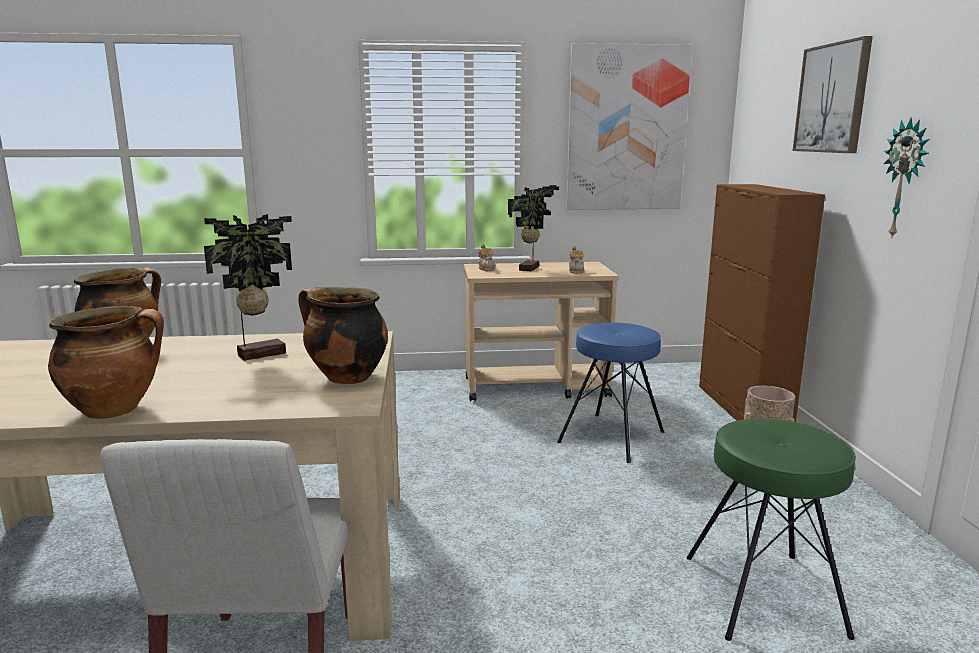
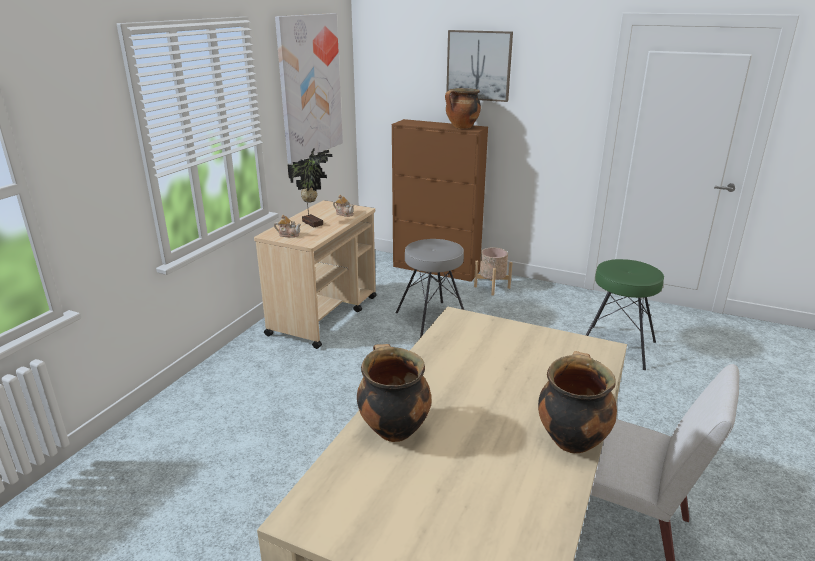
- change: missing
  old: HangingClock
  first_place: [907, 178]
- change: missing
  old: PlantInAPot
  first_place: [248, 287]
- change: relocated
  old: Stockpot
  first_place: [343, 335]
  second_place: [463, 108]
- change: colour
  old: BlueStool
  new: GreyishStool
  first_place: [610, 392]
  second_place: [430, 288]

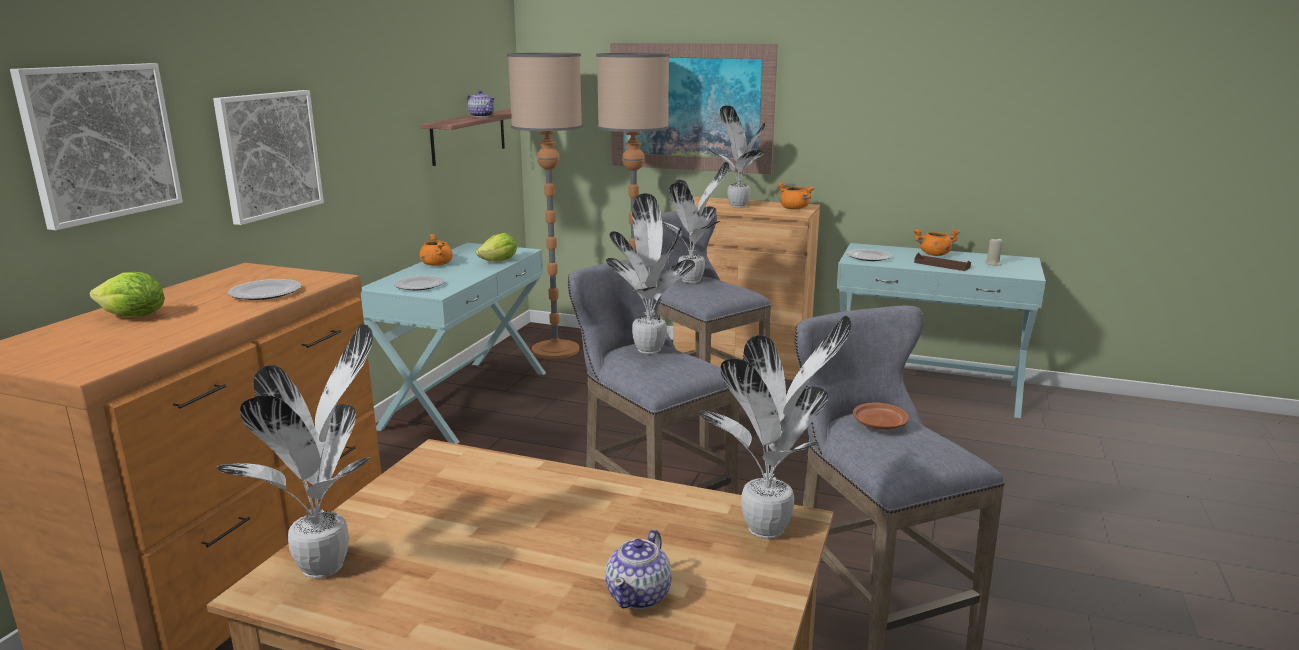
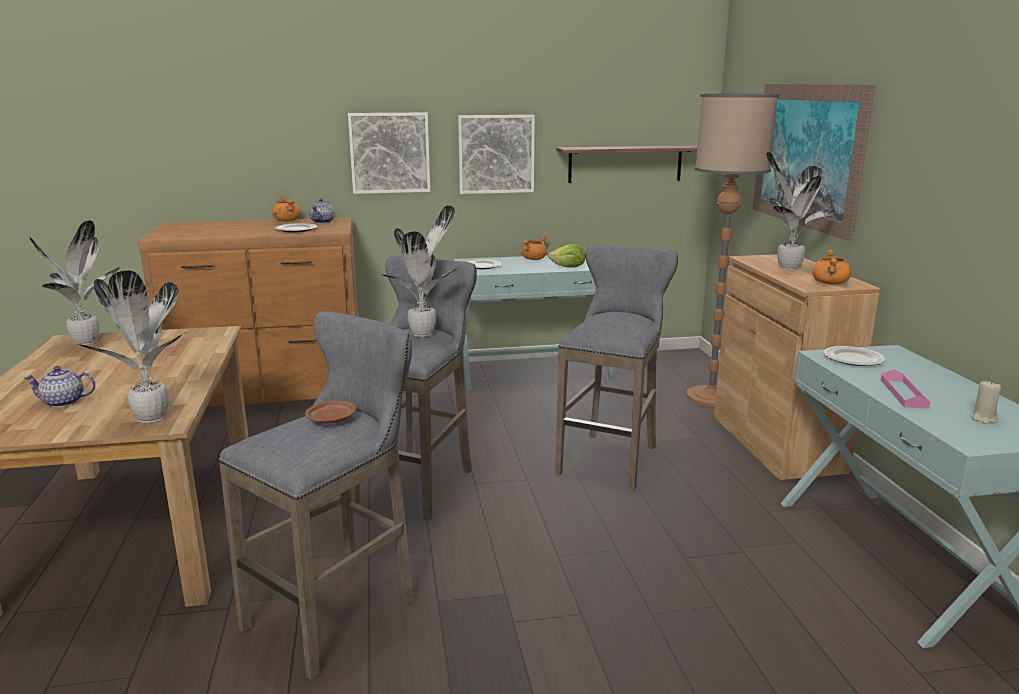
- change: missing
  old: FloorLamp
  first_place: [545, 206]
- change: relocated
  old: WallArt
  first_place: [96, 146]
  second_place: [496, 154]
- change: relocated
  old: Teapot
  first_place: [480, 103]
  second_place: [321, 211]
- change: missing
  old: PlantInAPot
  first_place: [695, 222]
- change: relocated
  old: OrangeStockpot
  first_place: [937, 242]
  second_place: [286, 209]
- change: colour
  old: BrownCarryingTray
  new: PinkishCarryingTray
  first_place: [942, 262]
  second_place: [905, 389]
- change: missing
  old: HeadOfLettuce
  first_place: [127, 294]

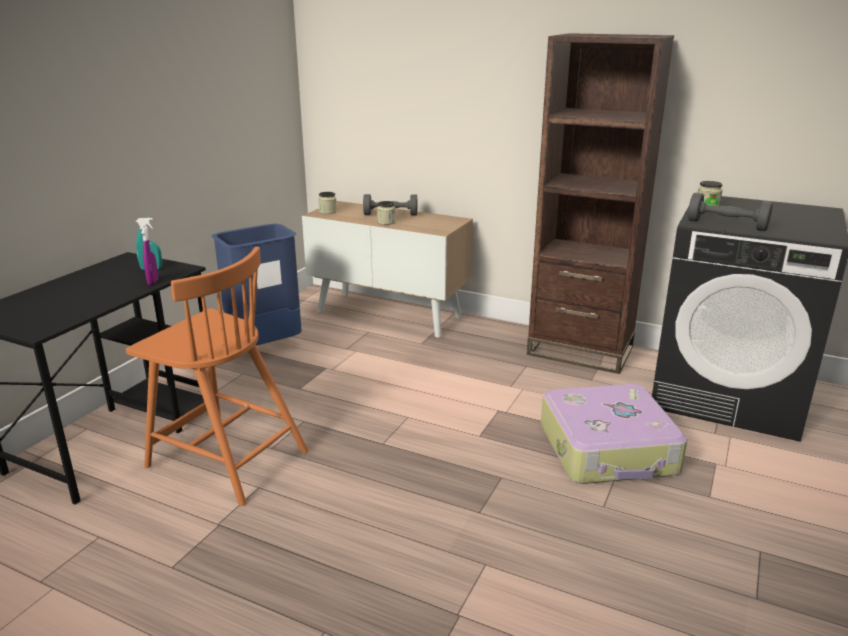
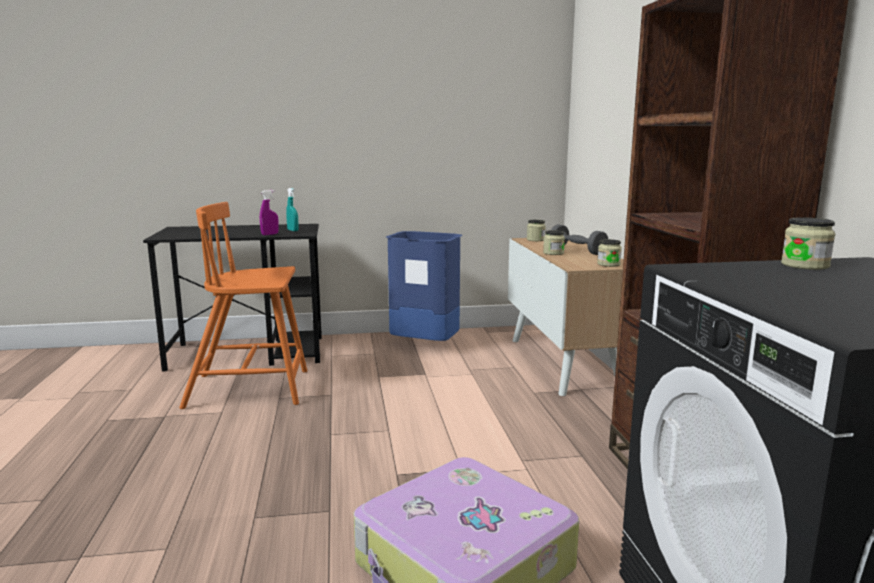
- change: missing
  old: GreyishDumbbell
  first_place: [730, 212]
- change: spun
  old: OrangePlainChair
  first_place: [217, 376]
  second_place: [243, 305]
  degrees: 90
- change: appeared
  new: StorageJar
  second_place: [609, 253]

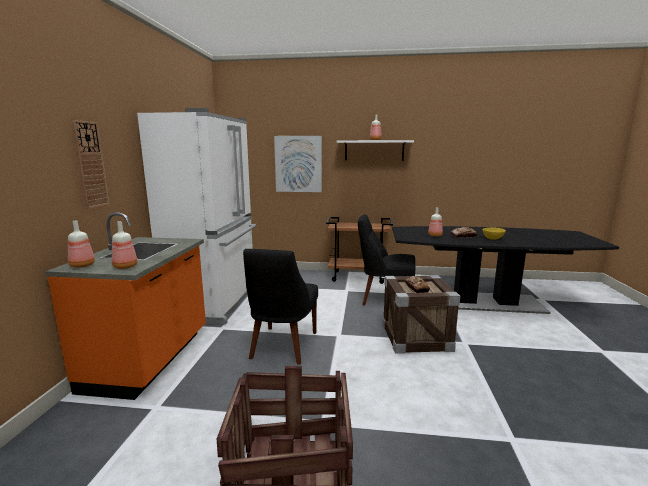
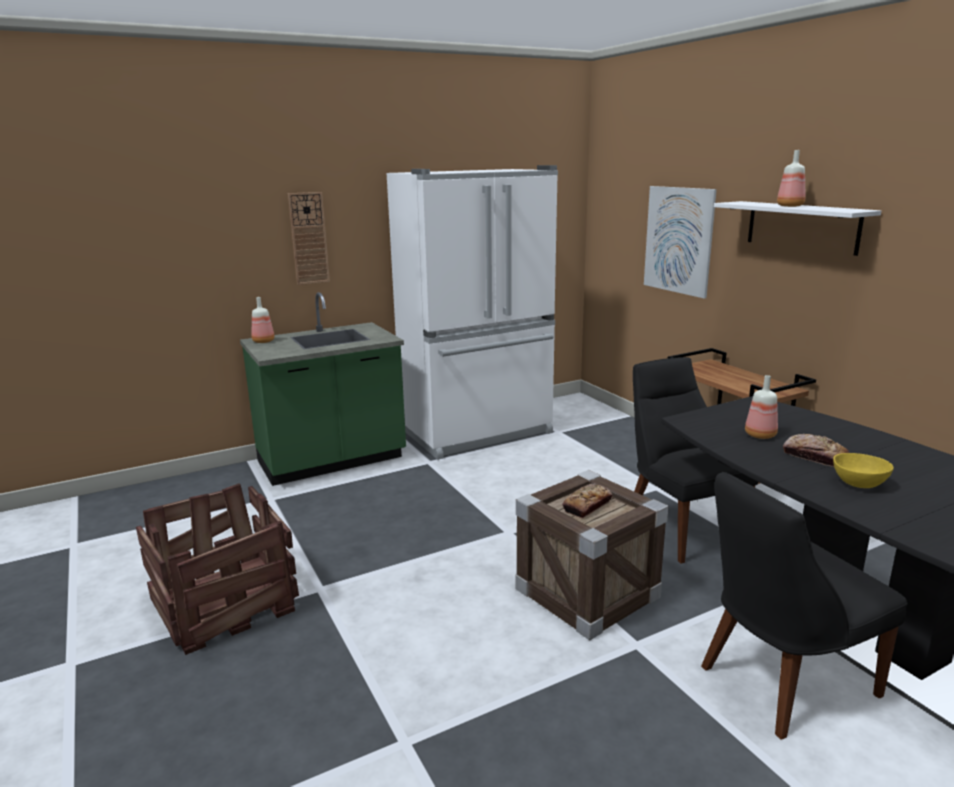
- change: colour
  old: OrangeCounter
  new: GreenishCounter
  first_place: [125, 306]
  second_place: [323, 389]
- change: missing
  old: BeverageBottle
  first_place: [125, 245]
- change: relocated
  old: BlackColouredPlainChair
  first_place: [280, 307]
  second_place: [804, 606]

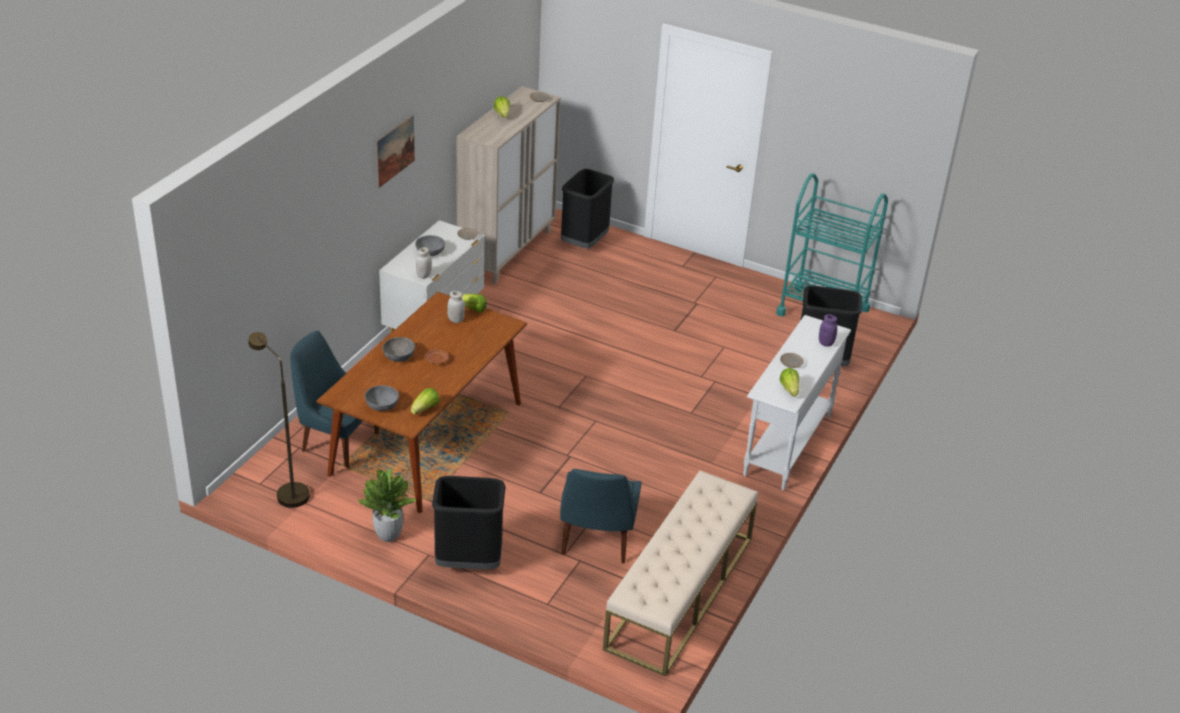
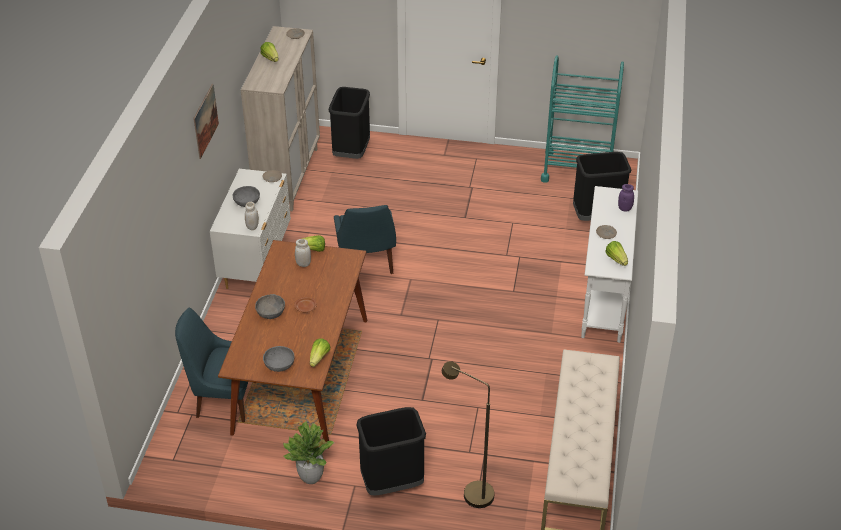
- change: relocated
  old: BrownFloorLamp
  first_place: [279, 420]
  second_place: [468, 434]
- change: relocated
  old: BluePlainChair
  first_place: [601, 516]
  second_place: [365, 239]

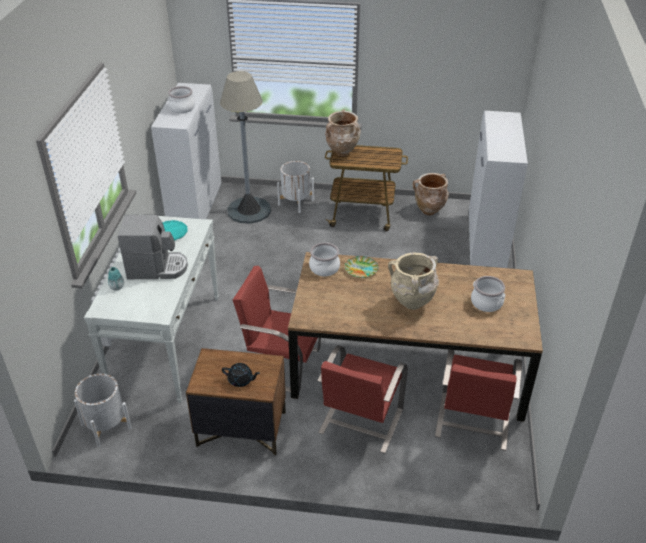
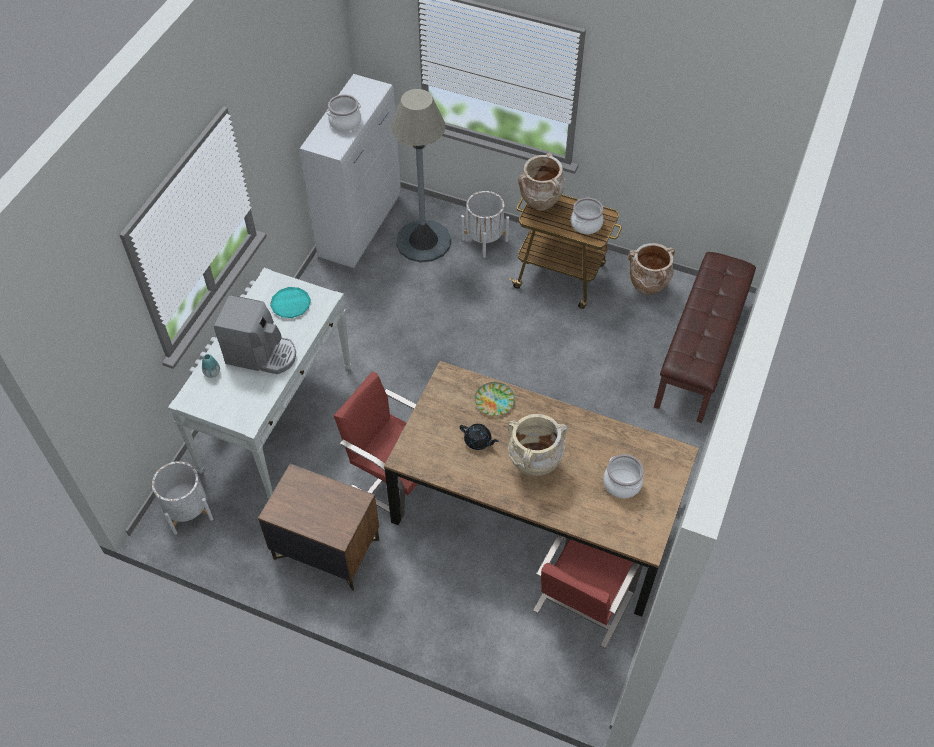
- change: exchanged
  old: WhitishStorageCabinet
  new: BrownLongSeat
  first_place: [498, 189]
  second_place: [705, 337]
- change: relocated
  old: Stockpot
  first_place: [324, 259]
  second_place: [587, 216]
- change: missing
  old: RedPlainChair
  first_place: [362, 399]
- change: relocated
  old: BlackColouredTeapot
  first_place: [241, 375]
  second_place: [479, 437]

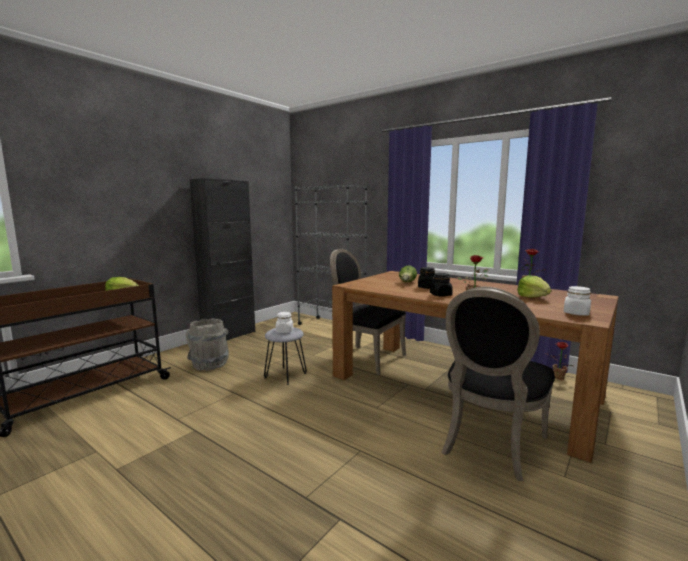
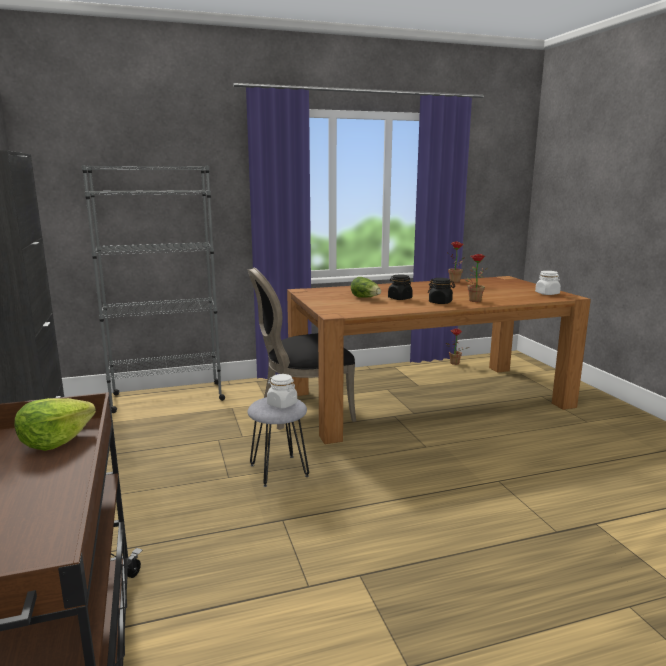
- change: missing
  old: HeadOfLettuce
  first_place: [534, 286]
- change: missing
  old: BlackColouredPlainChair
  first_place: [498, 384]
- change: missing
  old: GreyishBucket
  first_place: [207, 344]

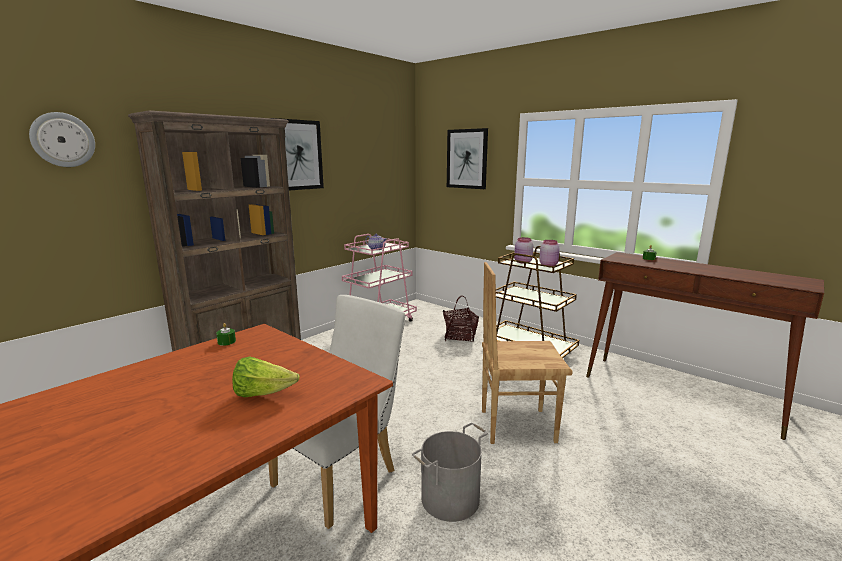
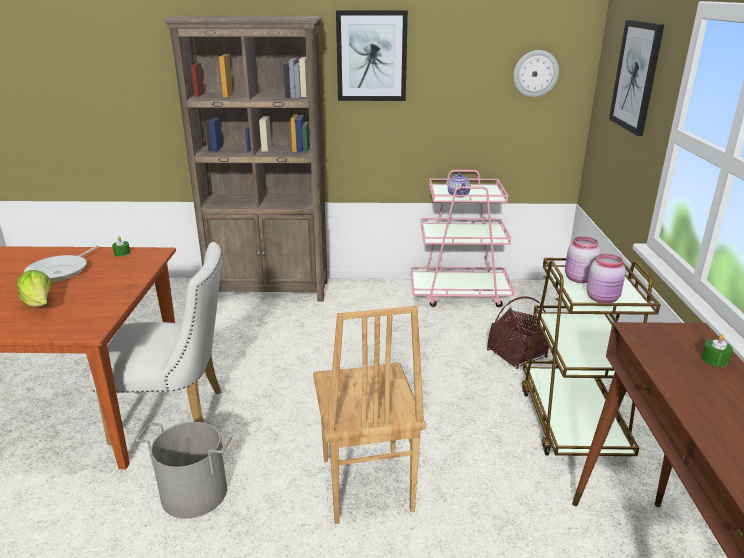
- change: relocated
  old: HangingClock
  first_place: [62, 139]
  second_place: [536, 73]
- change: spun
  old: BrownPlainChair
  first_place: [527, 353]
  second_place: [369, 415]
  degrees: -150
- change: appeared
  new: FryingPan
  second_place: [61, 263]

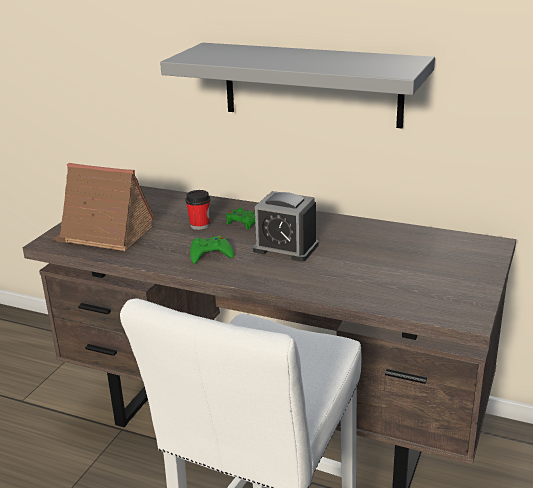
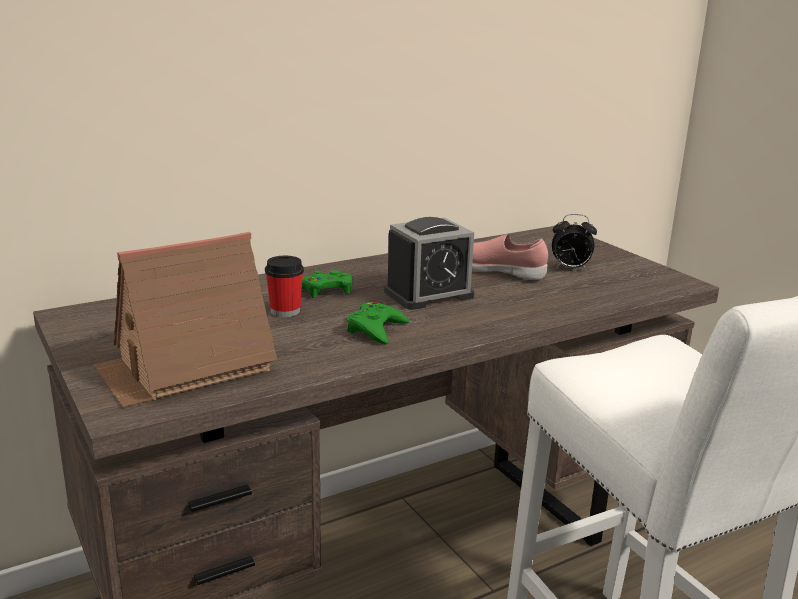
- change: missing
  old: GreyishWallShelf
  first_place: [297, 85]
- change: appeared
  new: AlarmClock
  second_place: [574, 242]
- change: appeared
  new: PinkishShoe
  second_place: [510, 257]

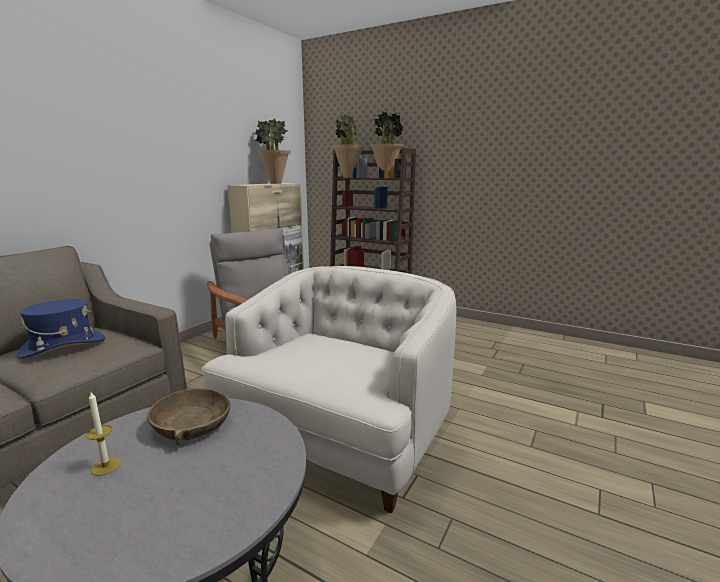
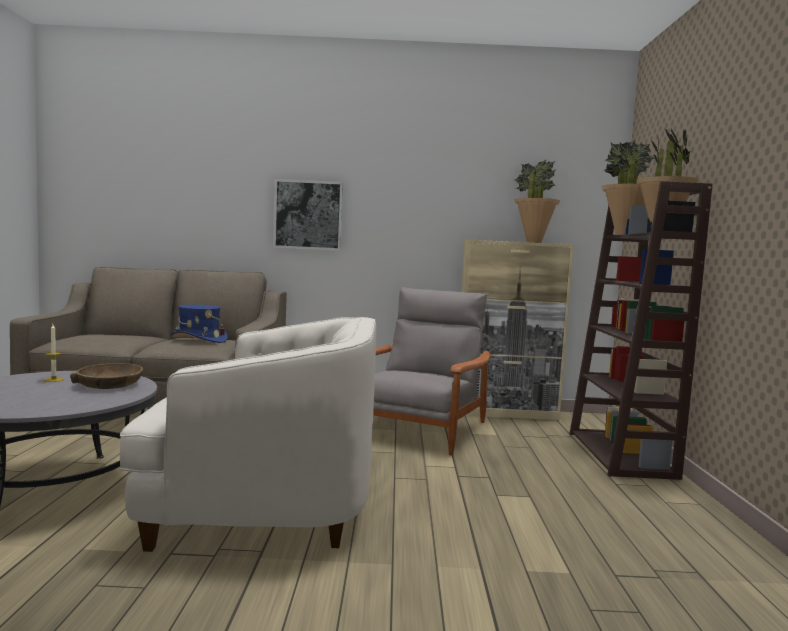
- change: appeared
  new: WallArt
  second_place: [308, 215]

